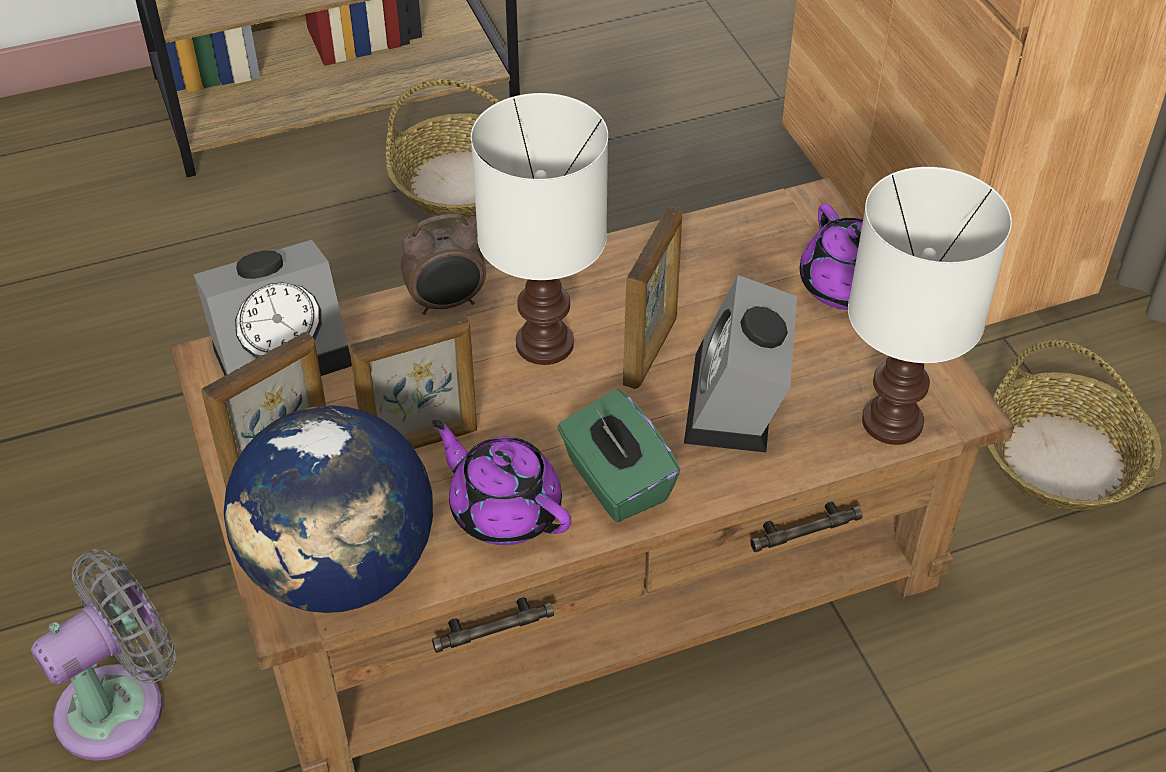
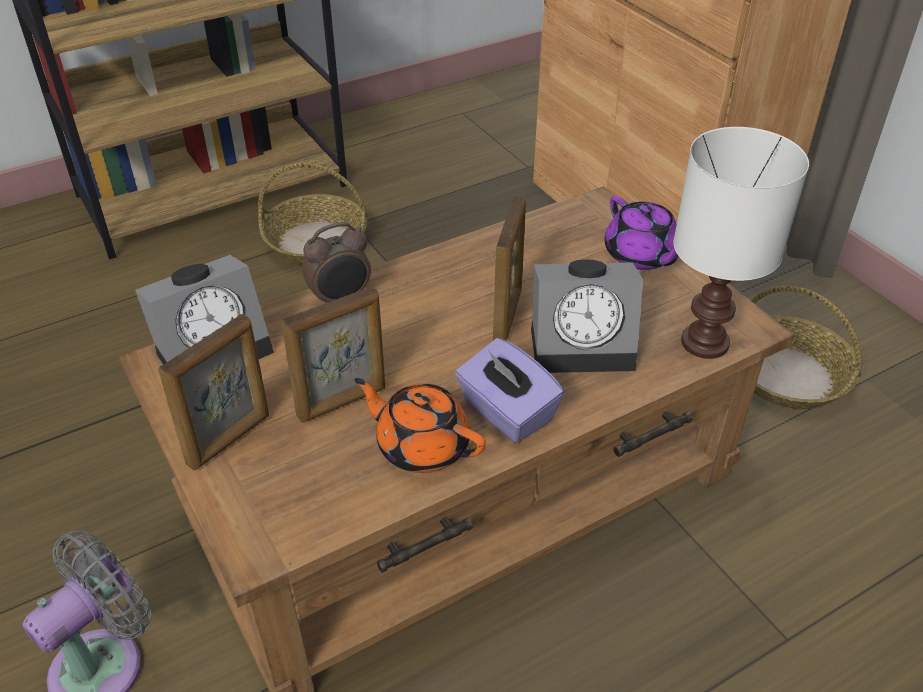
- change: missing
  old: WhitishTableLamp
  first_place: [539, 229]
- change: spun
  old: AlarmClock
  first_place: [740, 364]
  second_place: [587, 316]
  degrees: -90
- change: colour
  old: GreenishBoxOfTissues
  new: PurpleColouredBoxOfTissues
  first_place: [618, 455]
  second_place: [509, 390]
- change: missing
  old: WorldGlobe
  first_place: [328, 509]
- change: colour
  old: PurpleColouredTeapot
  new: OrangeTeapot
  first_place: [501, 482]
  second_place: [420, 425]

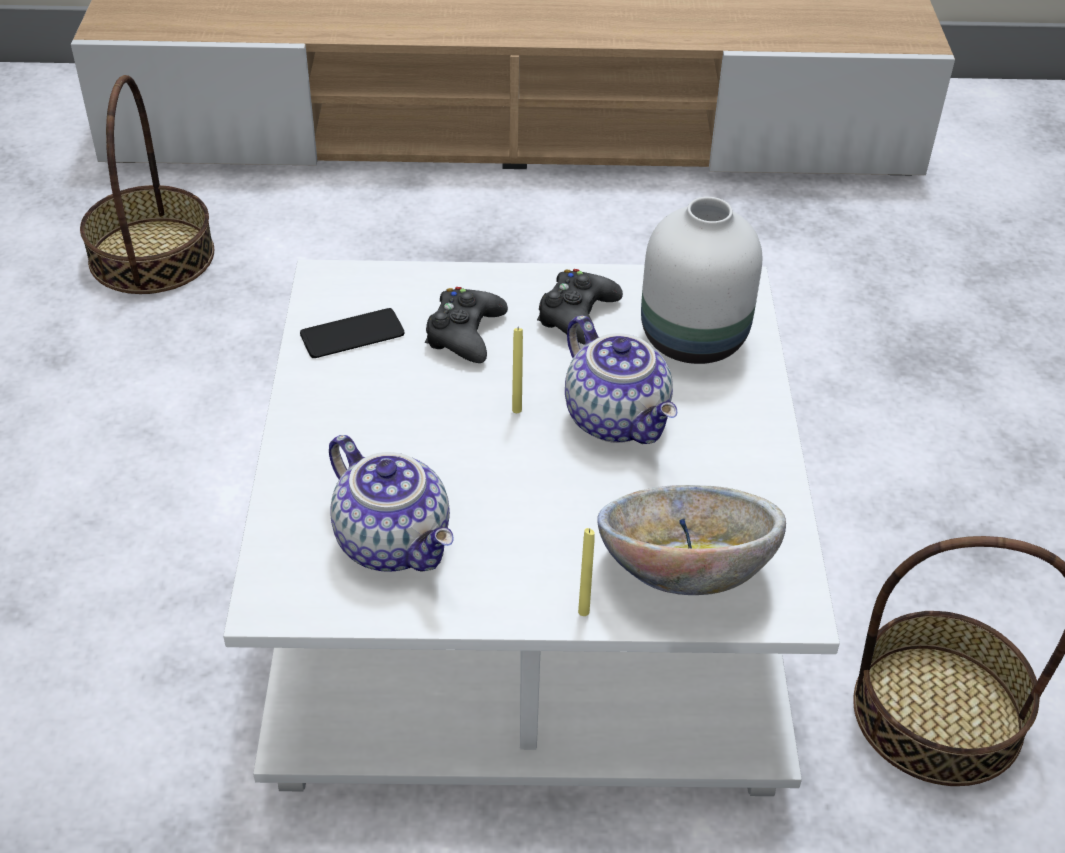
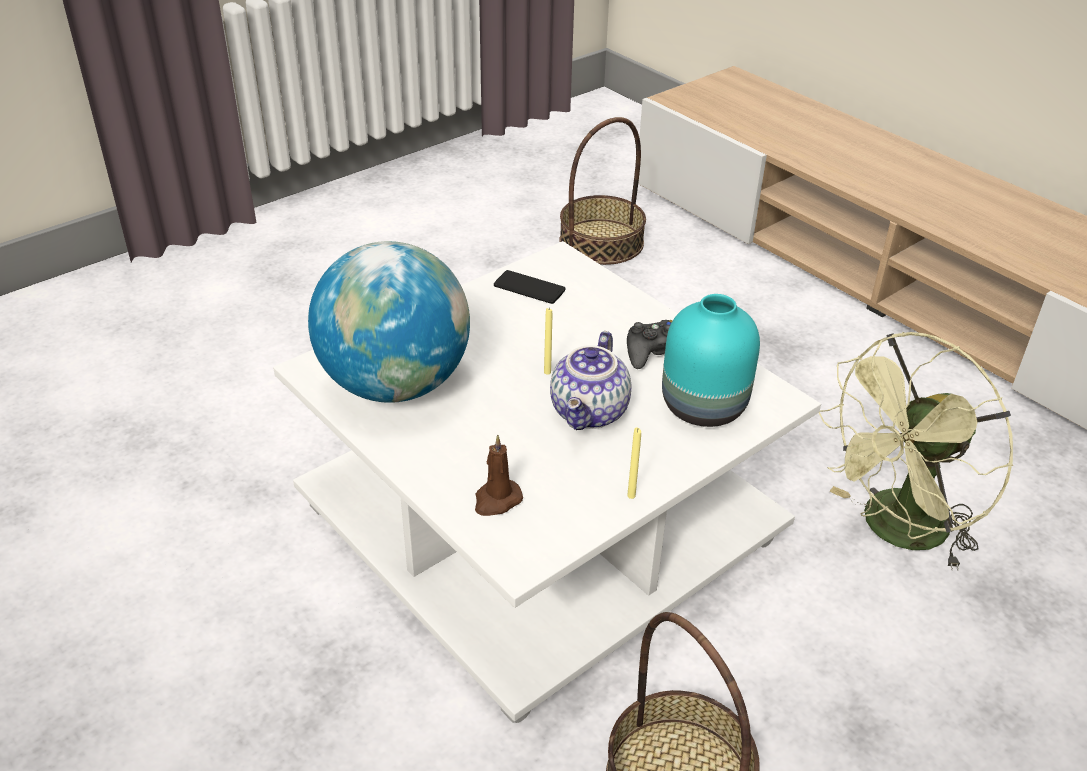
- change: colour
  old: WhitishFlowerVase
  new: BlueGreenFlowerVase
  first_place: [702, 280]
  second_place: [711, 360]
- change: missing
  old: BlackColouredGameController
  first_place: [466, 325]
- change: exchanged
  old: Teapot
  new: WorldGlobe
  first_place: [391, 503]
  second_place: [389, 322]
- change: exchanged
  old: Bowl
  new: BrownWaxLight
  first_place: [691, 540]
  second_place: [499, 475]
- change: relocated
  old: YellowishWaxLight
  first_place: [586, 572]
  second_place: [634, 463]
- change: appeared
  new: GreenishFan
  second_place: [916, 451]

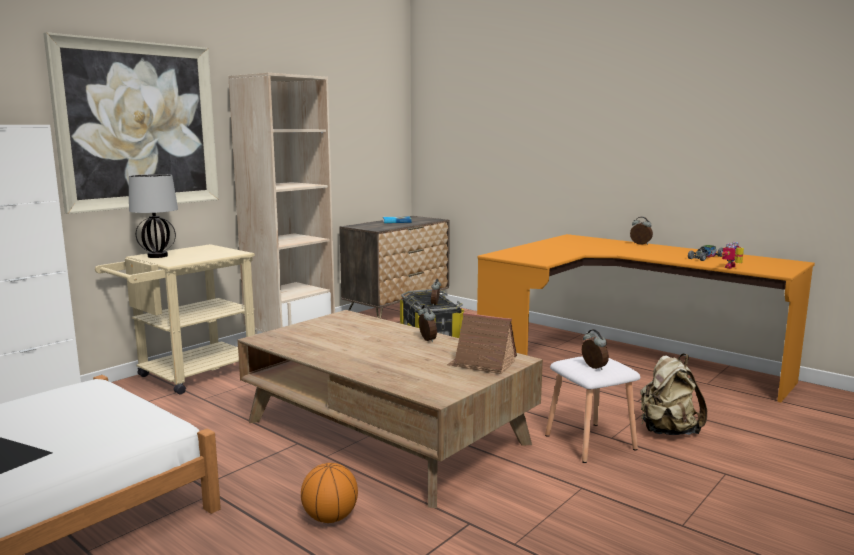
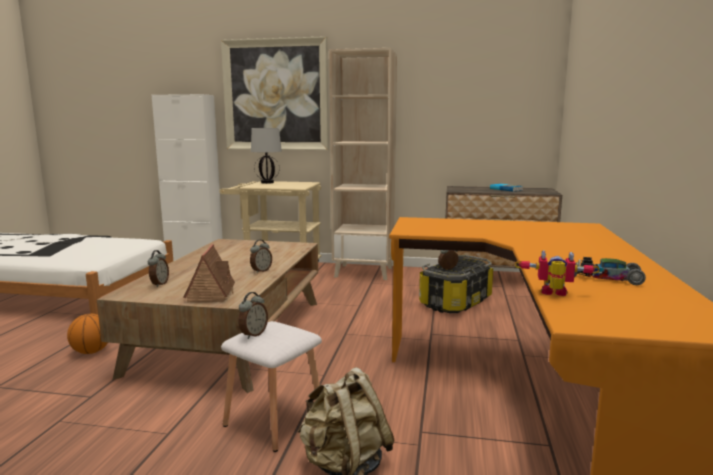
- change: relocated
  old: AlarmClock
  first_place: [641, 231]
  second_place: [158, 268]

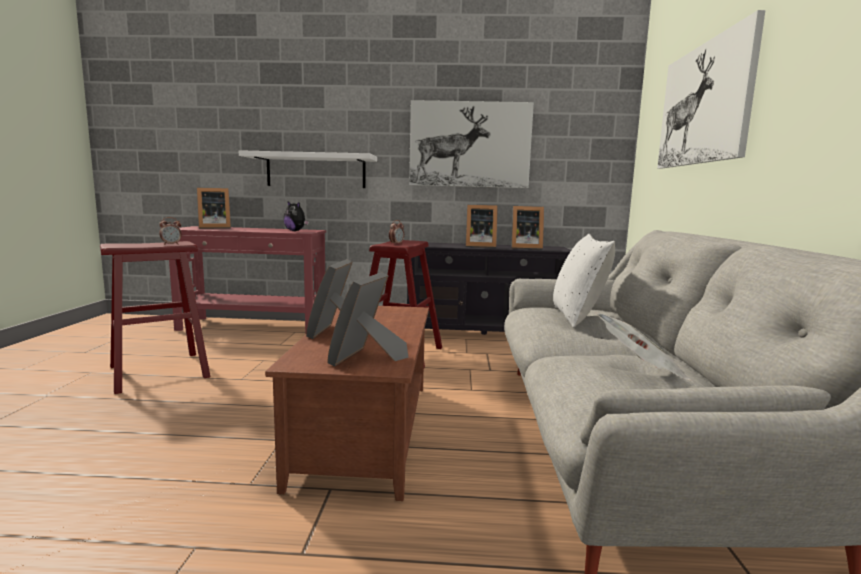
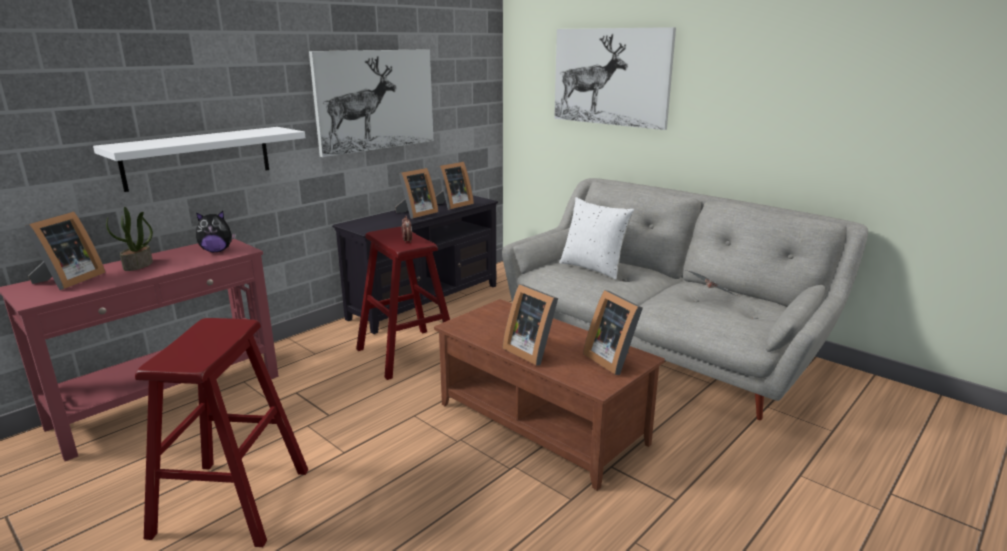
- change: missing
  old: AlarmClock
  first_place: [170, 231]
- change: appeared
  new: PlantInAPot
  second_place: [129, 239]

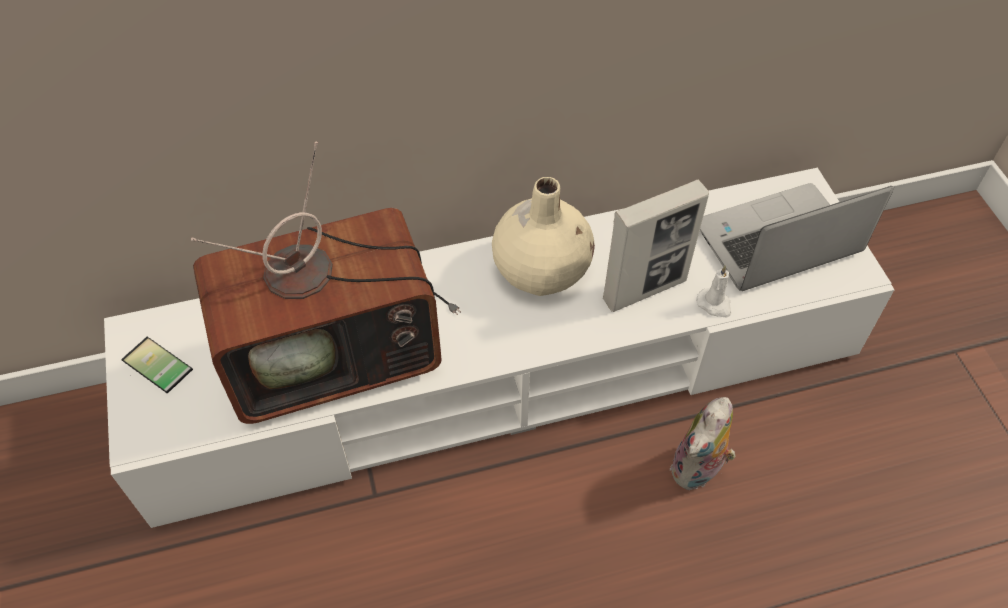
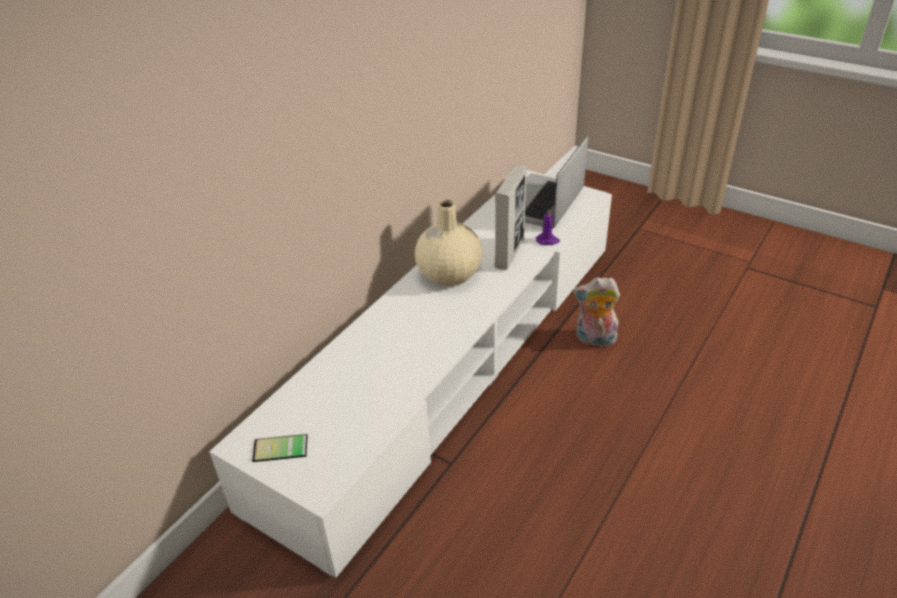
- change: missing
  old: Television
  first_place: [326, 283]
- change: colour
  old: WhitishWaxLight
  new: PurpleColouredWaxLight
  first_place: [713, 291]
  second_place: [548, 226]
- change: spun
  old: PlushToy
  first_place: [702, 443]
  second_place: [596, 312]
  degrees: 105

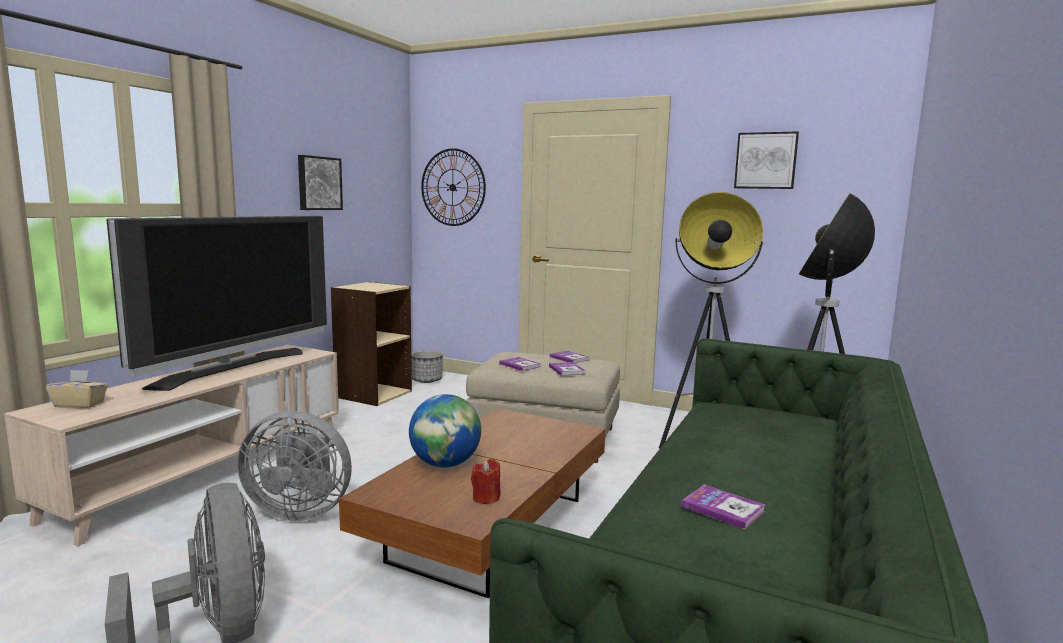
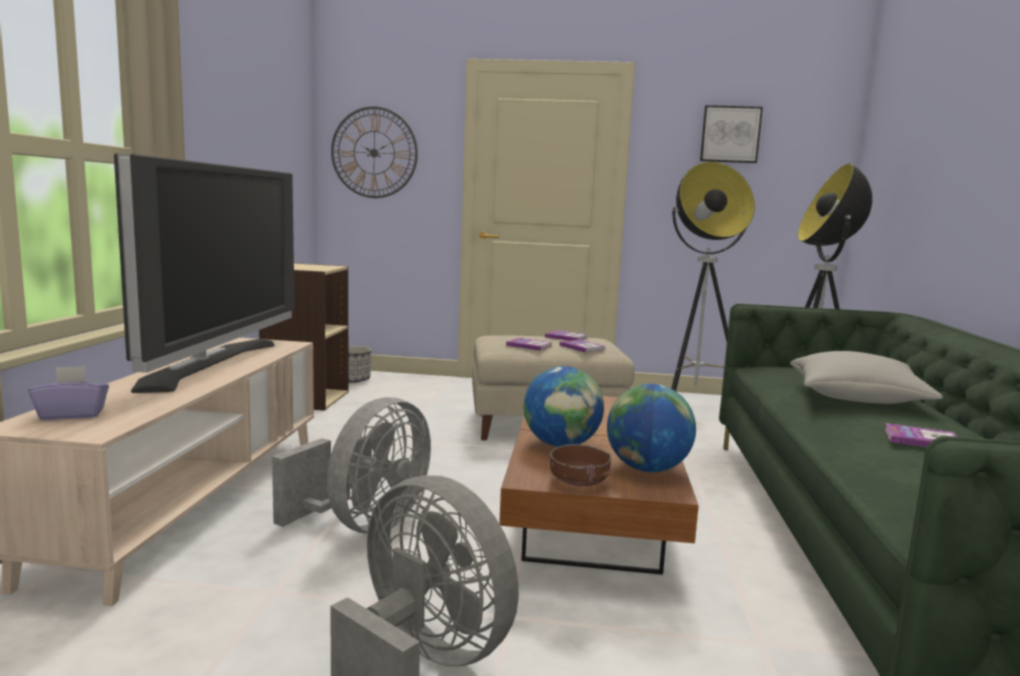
- change: missing
  old: WallArt
  first_place: [320, 182]
- change: colour
  old: BeigeColouredBoxOfTissues
  new: PurpleColouredBoxOfTissues
  first_place: [77, 389]
  second_place: [69, 393]
- change: spun
  old: GreyishFan
  first_place: [294, 466]
  second_place: [351, 465]
  degrees: -45
- change: exchanged
  old: RedWaxLight
  new: WorldGlobe
  first_place: [486, 481]
  second_place: [651, 428]
- change: appeared
  new: GreyishCushion
  second_place: [866, 377]
- change: appeared
  new: BrownBowl
  second_place: [580, 465]

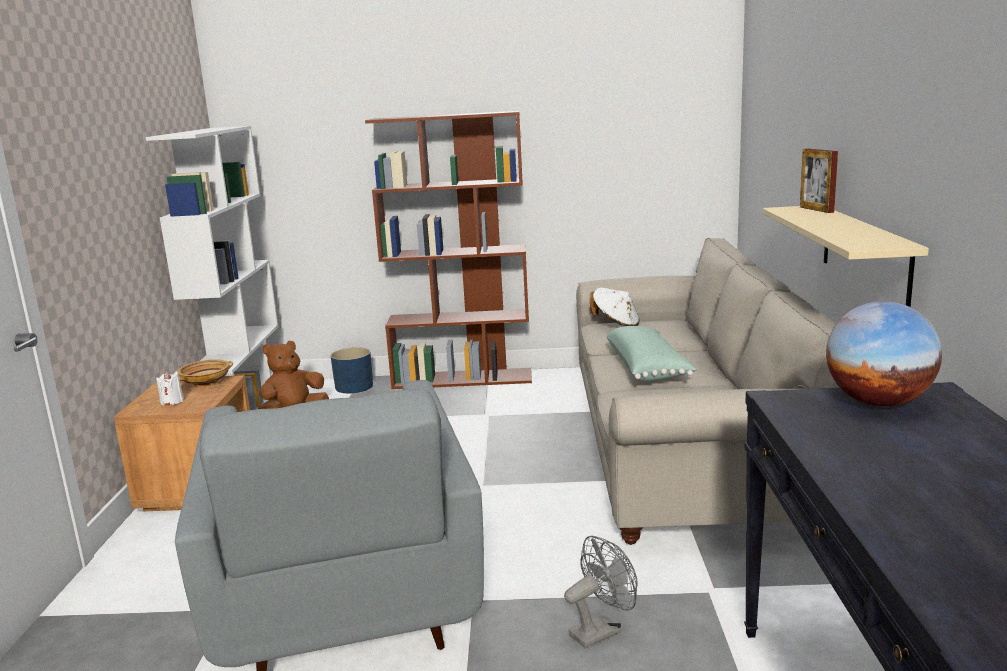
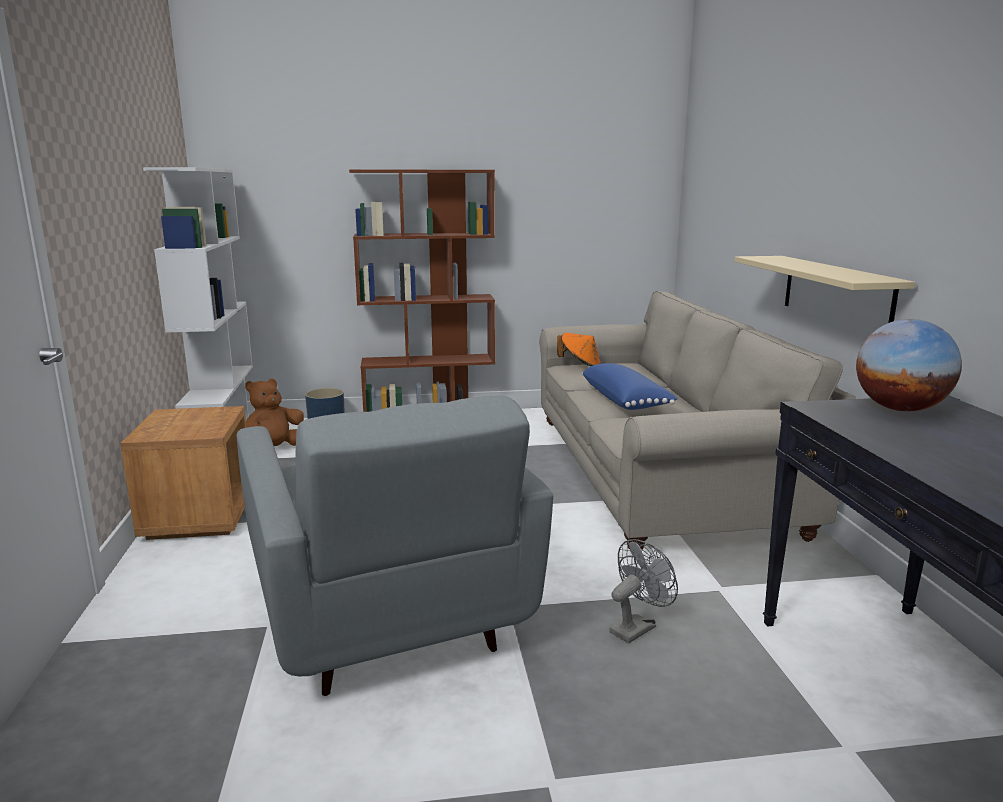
- change: missing
  old: StandingFrame
  first_place: [819, 180]
- change: colour
  old: WhitishClothingHat
  new: OrangeClothingHat
  first_place: [615, 307]
  second_place: [579, 349]
- change: colour
  old: GreenishCushion
  new: BlueCushion
  first_place: [651, 353]
  second_place: [630, 386]
- change: missing
  old: BeigeColouredBowl
  first_place: [205, 373]
- change: missing
  old: WhitishWaxLight
  first_place: [170, 388]

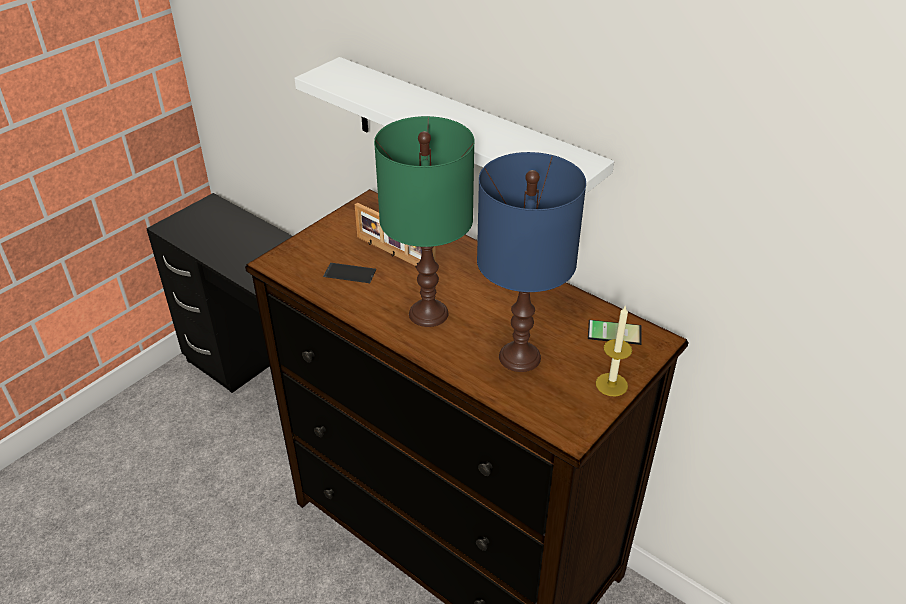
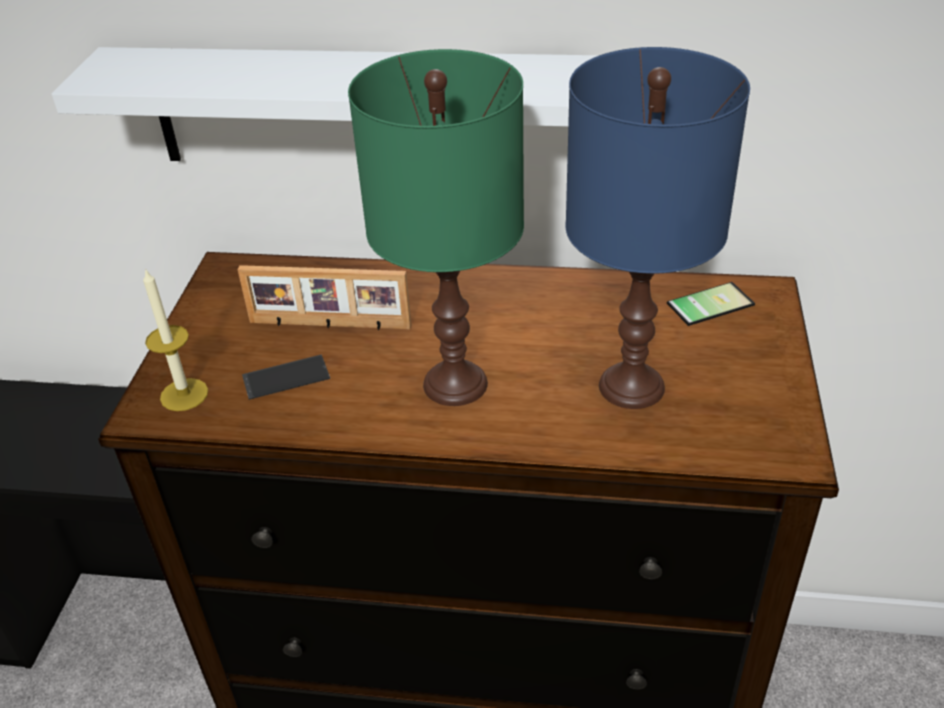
- change: relocated
  old: WaxLight
  first_place: [614, 350]
  second_place: [175, 339]

